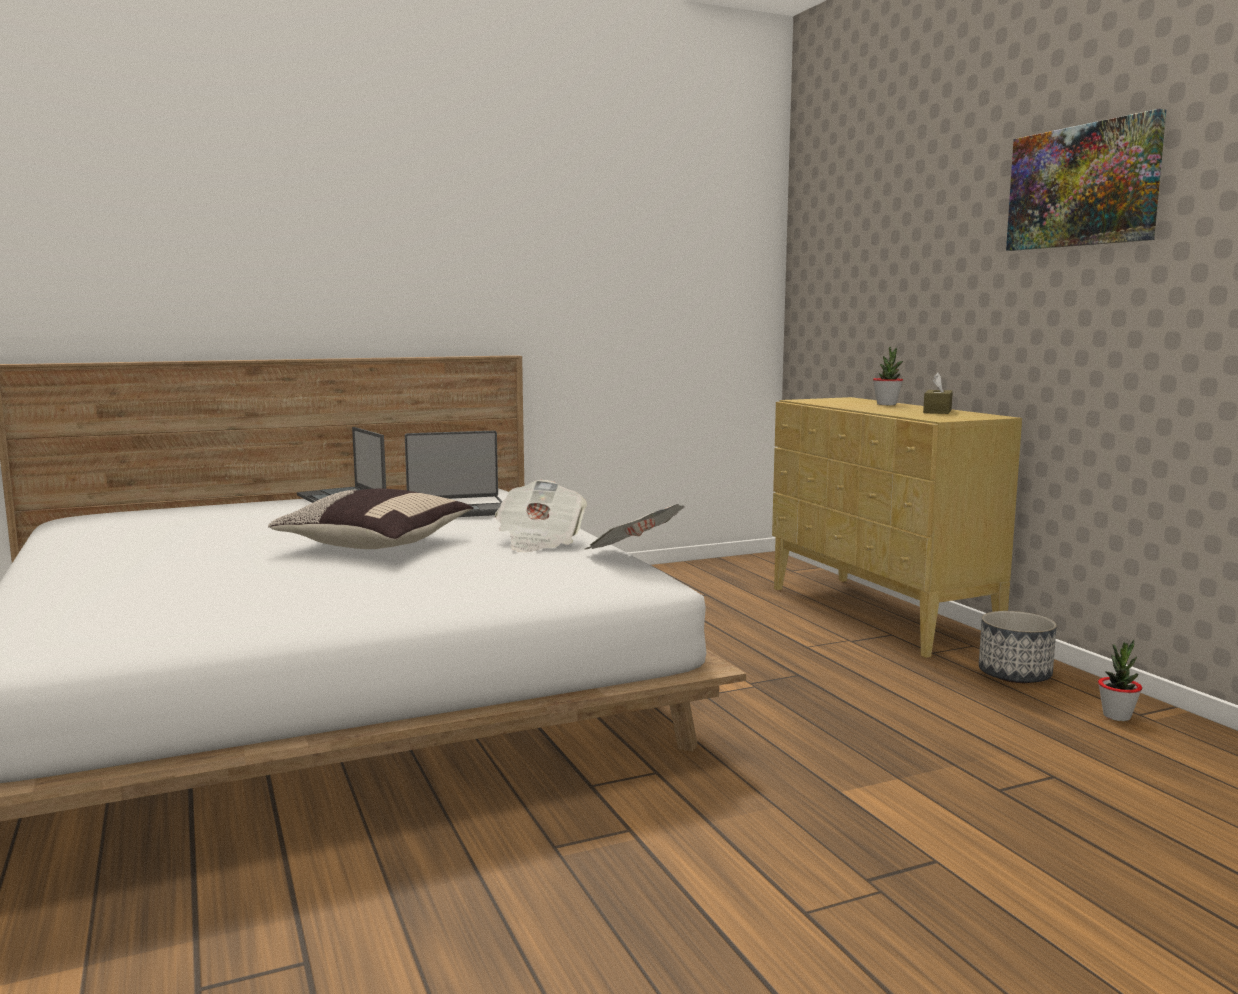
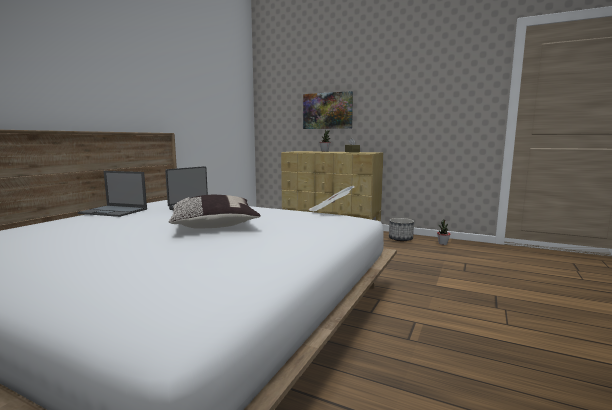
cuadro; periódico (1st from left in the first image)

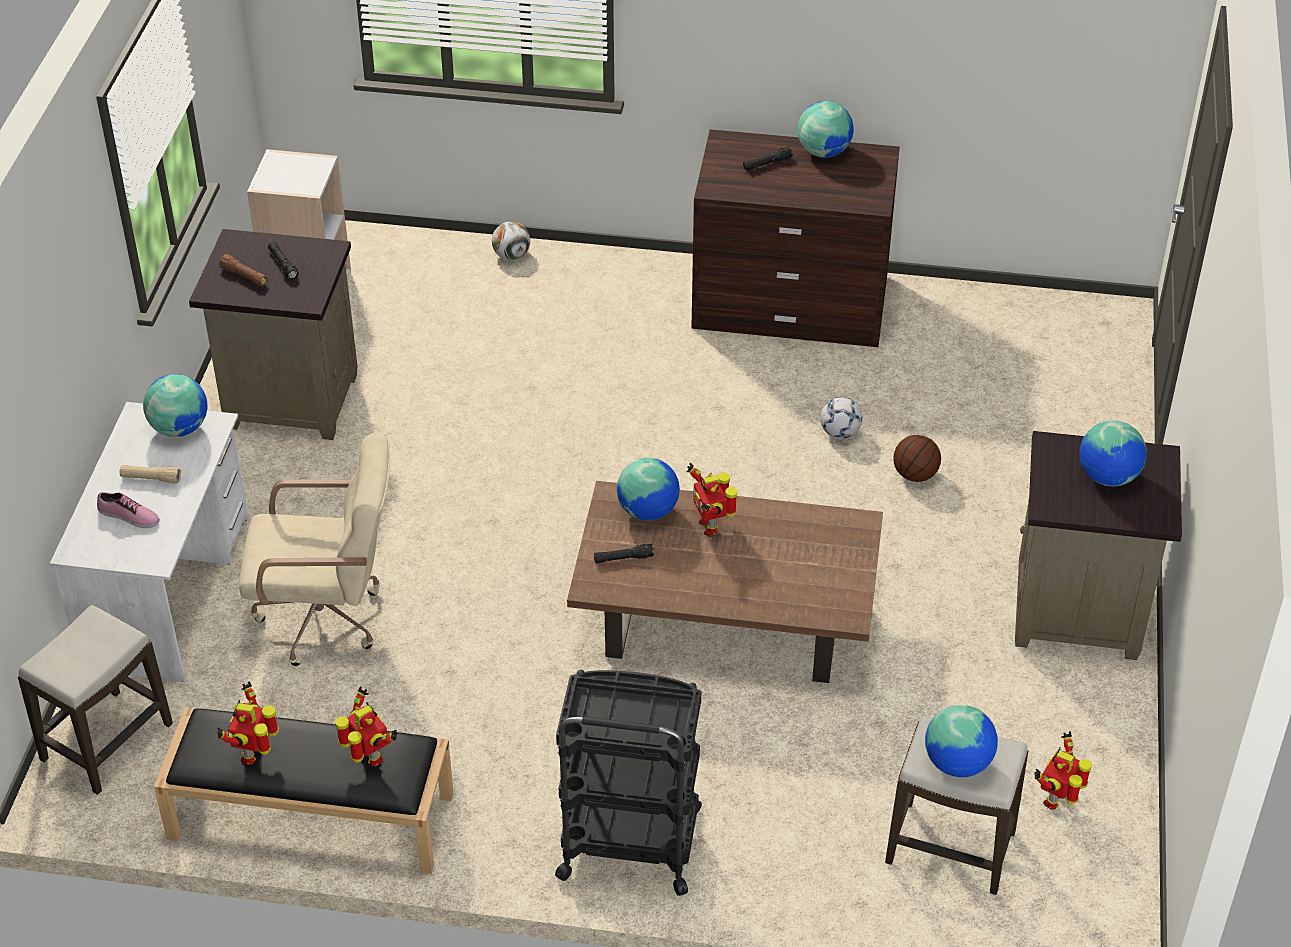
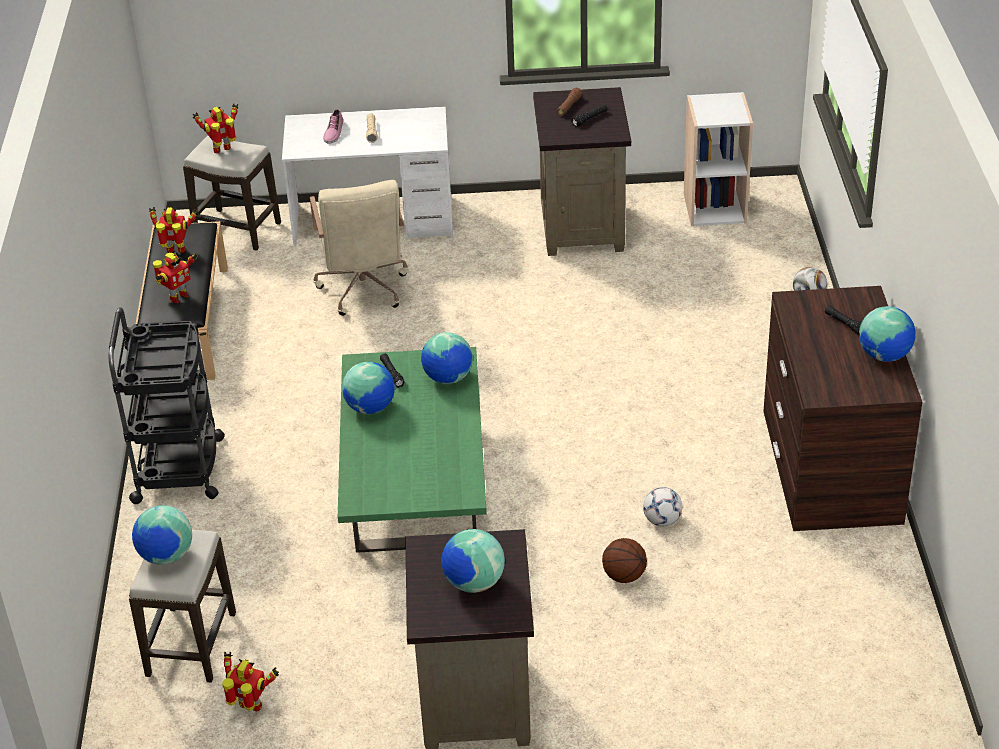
globo terráqueo (2nd from left); robot de juguete (3rd from left); mesa de centro (verde)

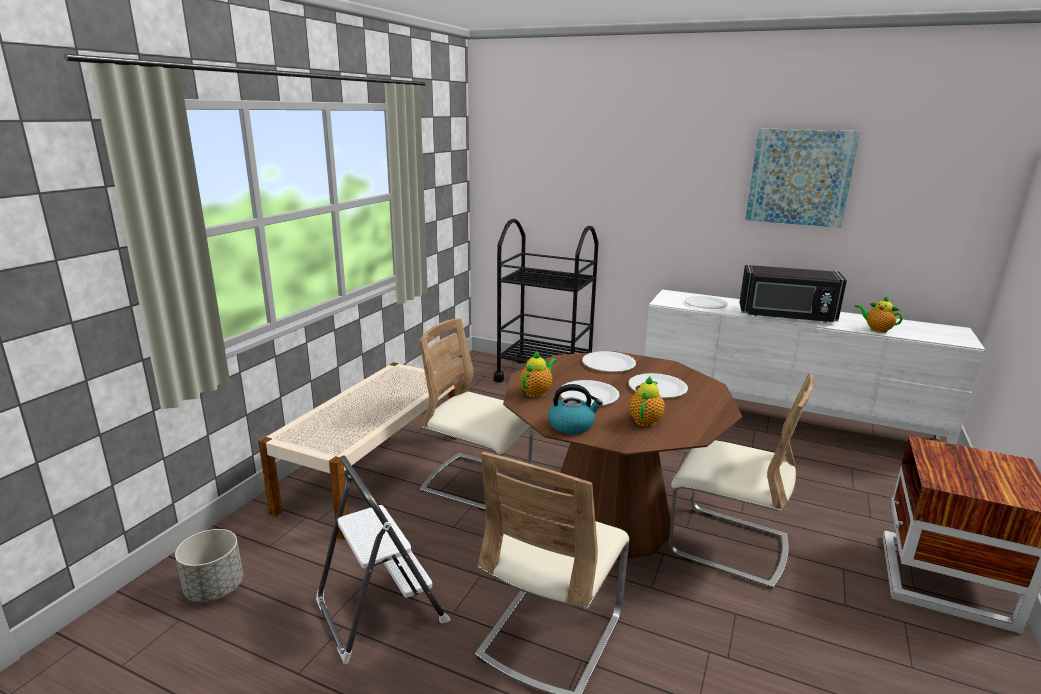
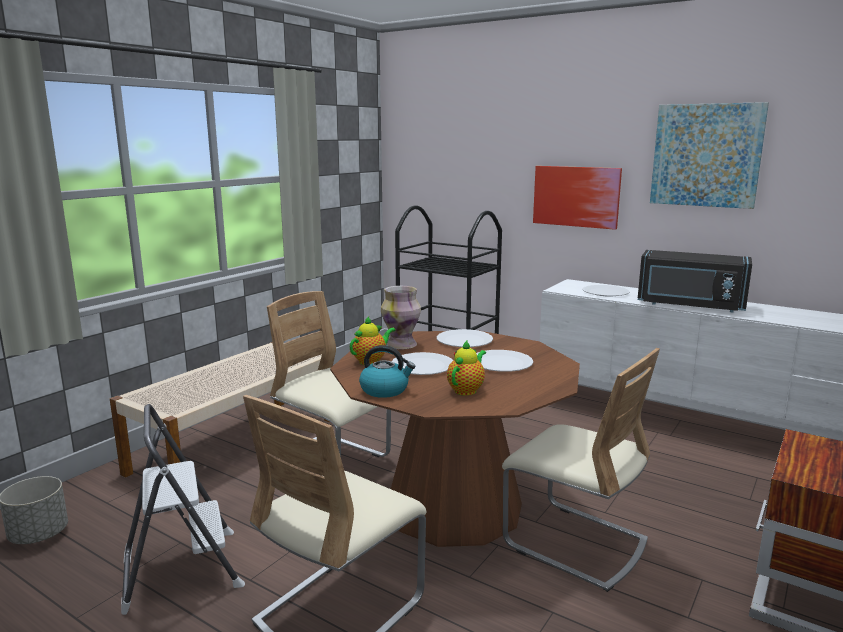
tetera (3rd from left in the first image); cuadro (1st from left); florero

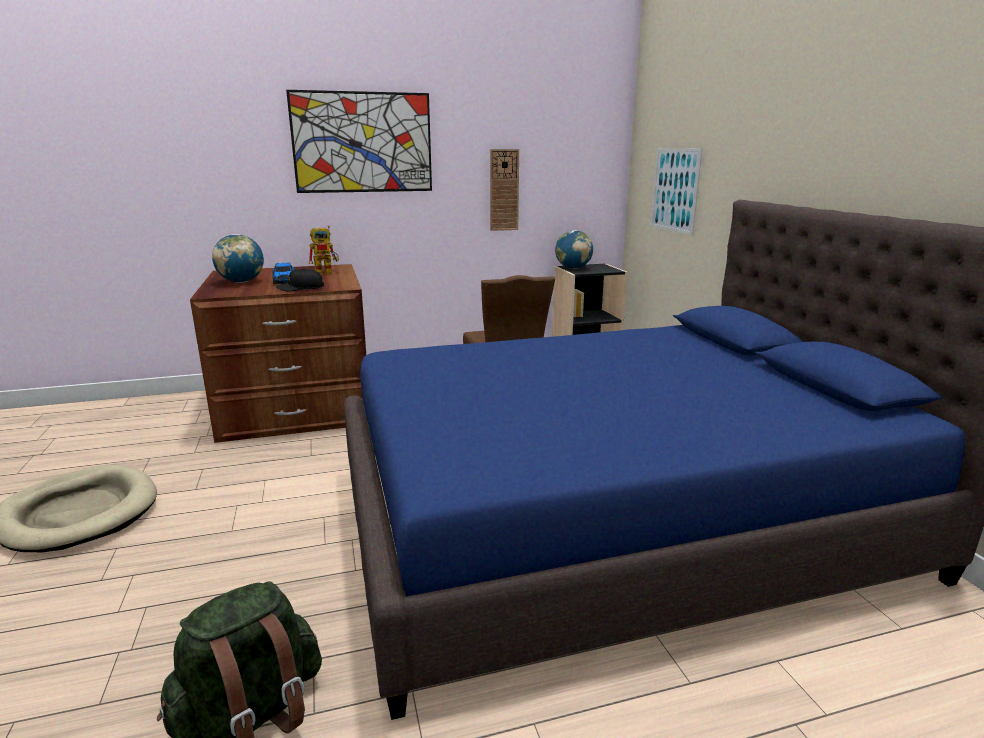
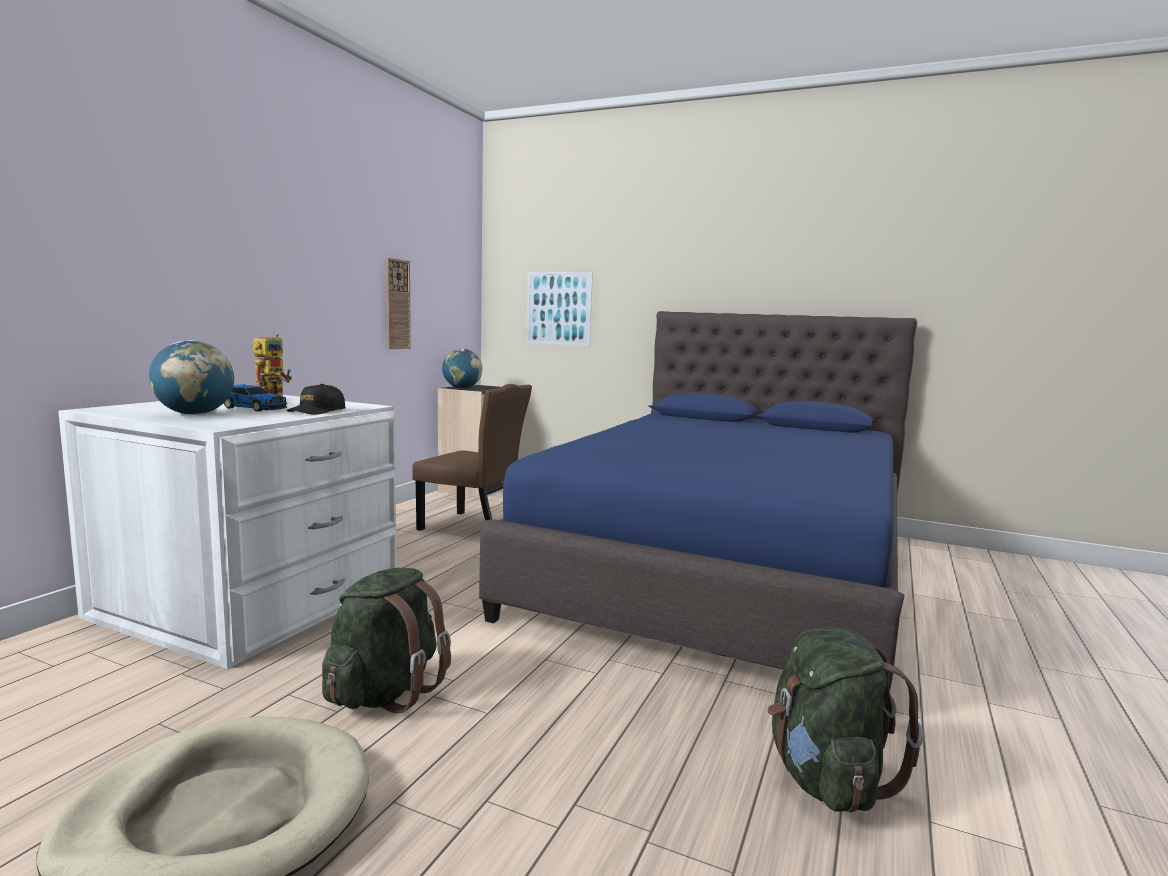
cuadro (1st from left in the first image); cómoda (blanco); mochila (verde) (1st from left)

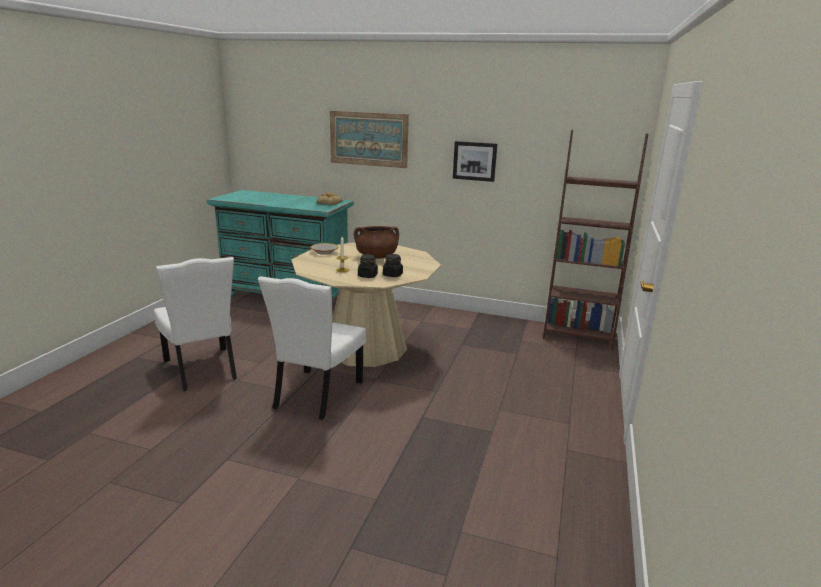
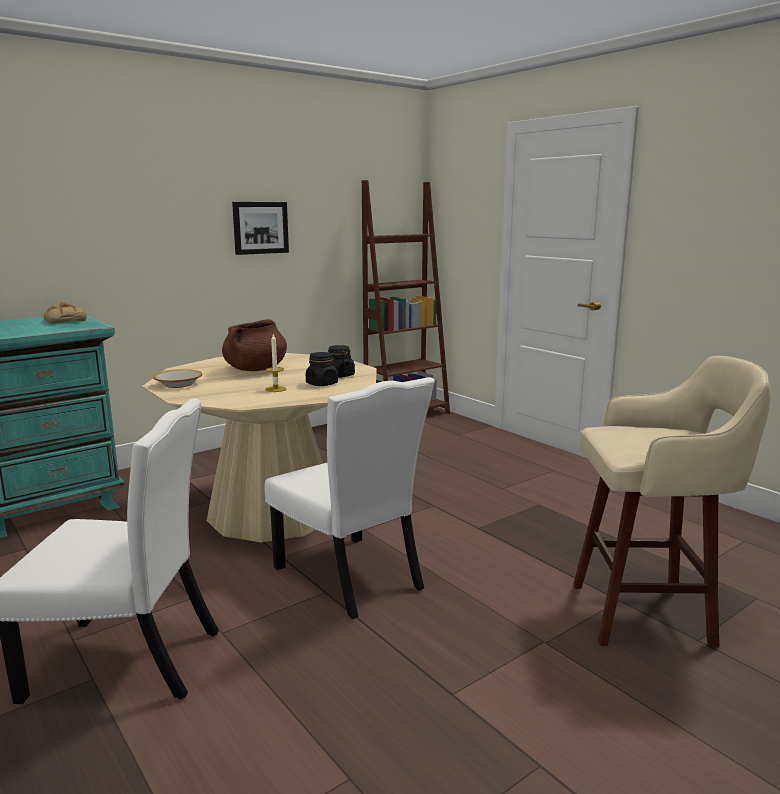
cuadro (1st from left in the first image); taburete (beis)

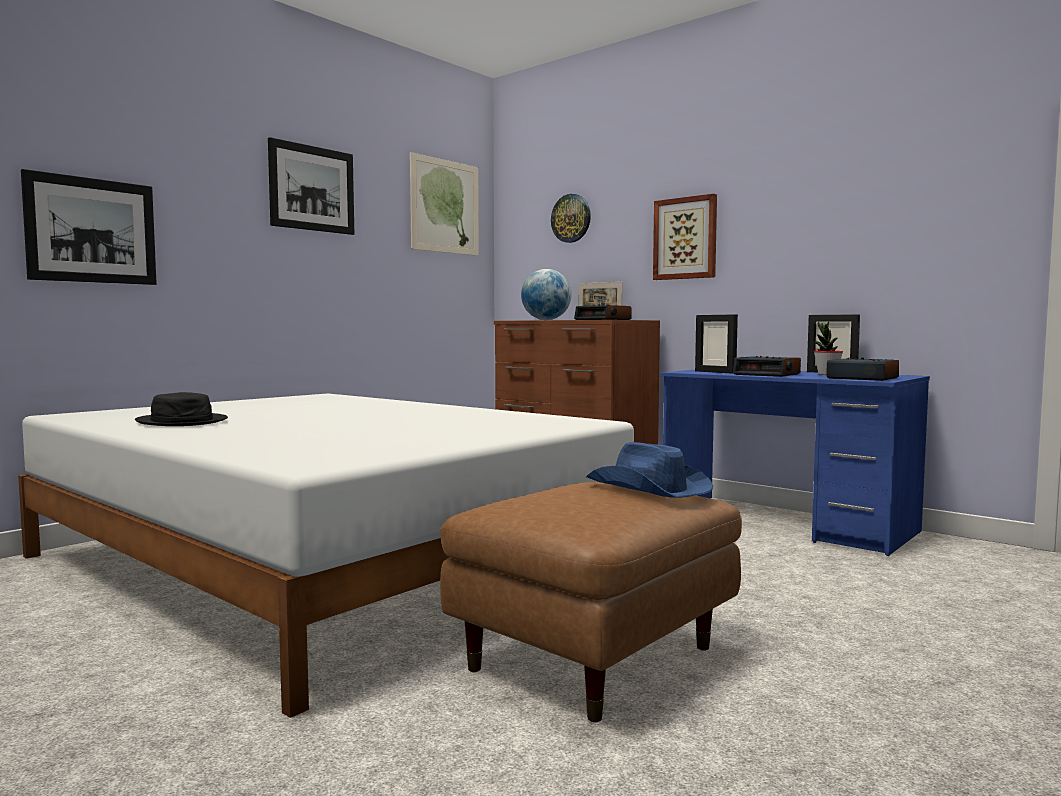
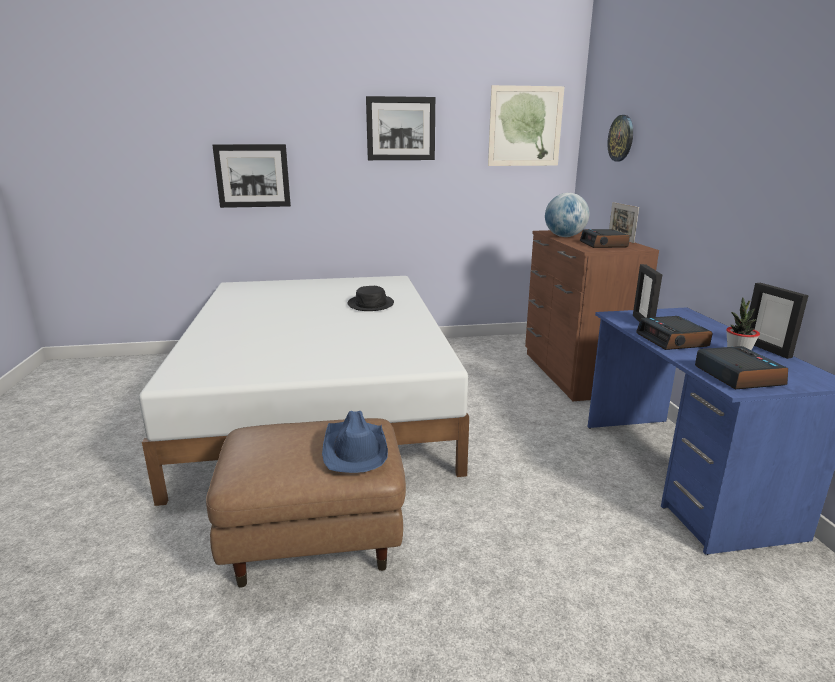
cuadro (4th from left in the first image); sombrero (negro)

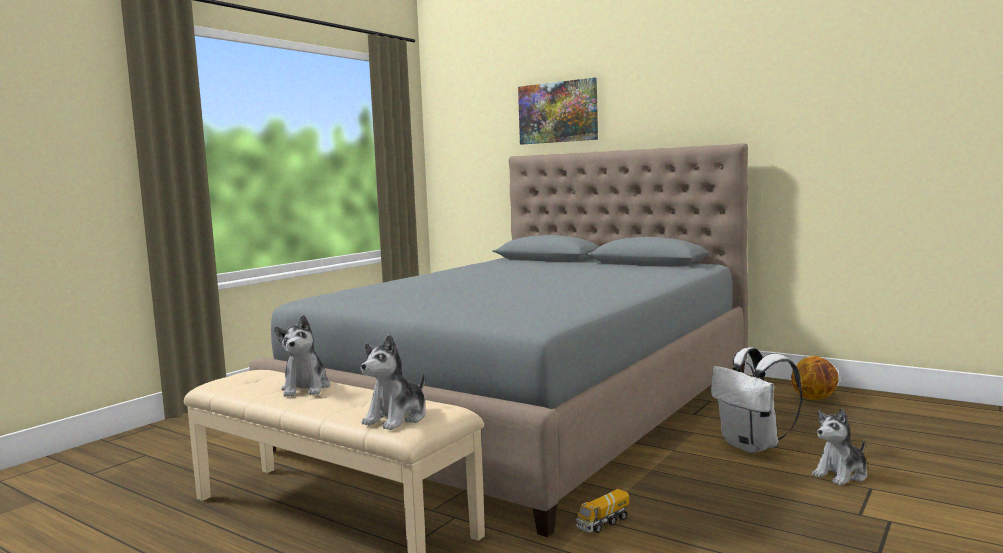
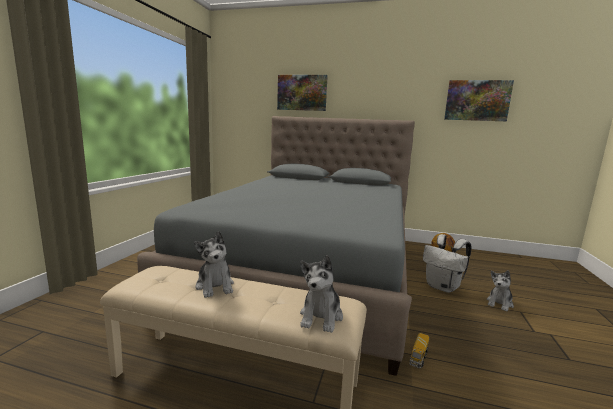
cuadro (2nd from left)

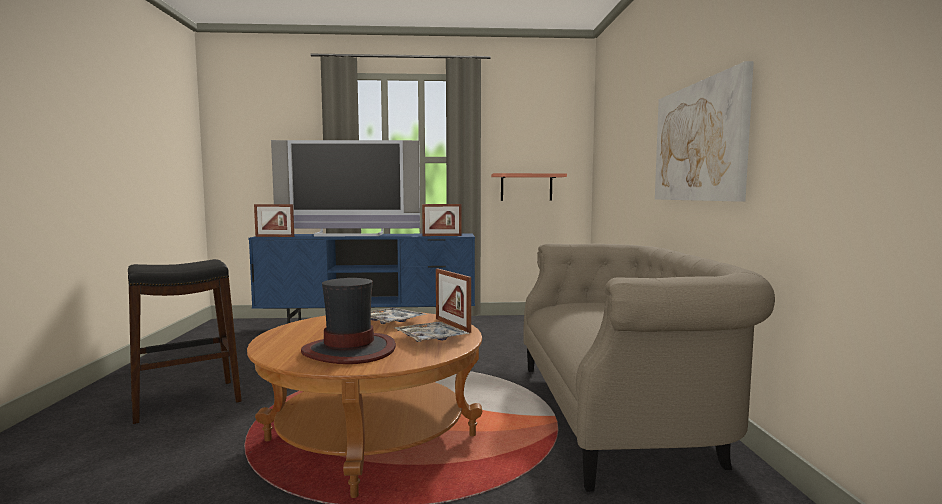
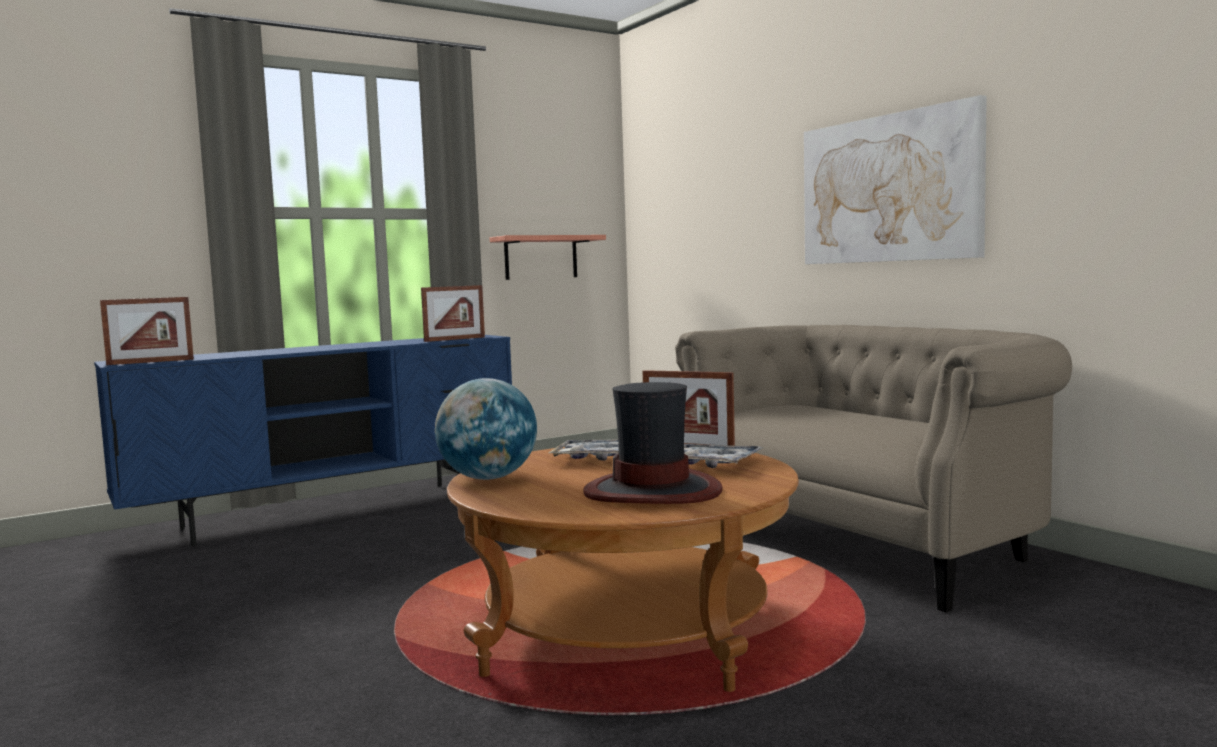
televisor; taburete (negro); globo terráqueo

